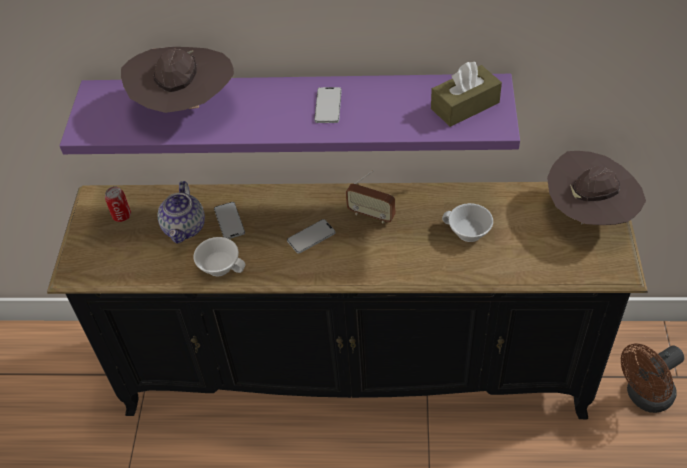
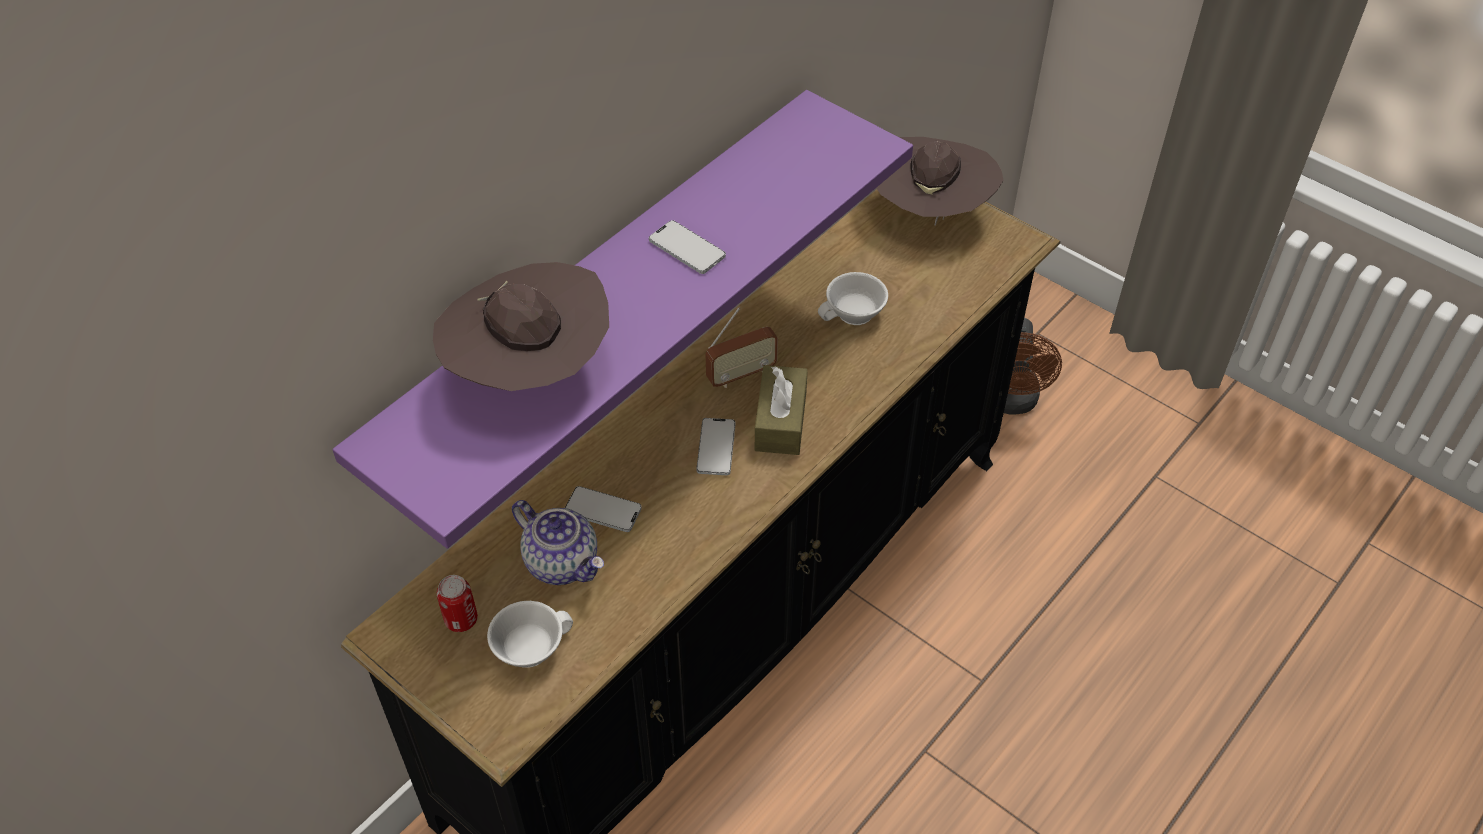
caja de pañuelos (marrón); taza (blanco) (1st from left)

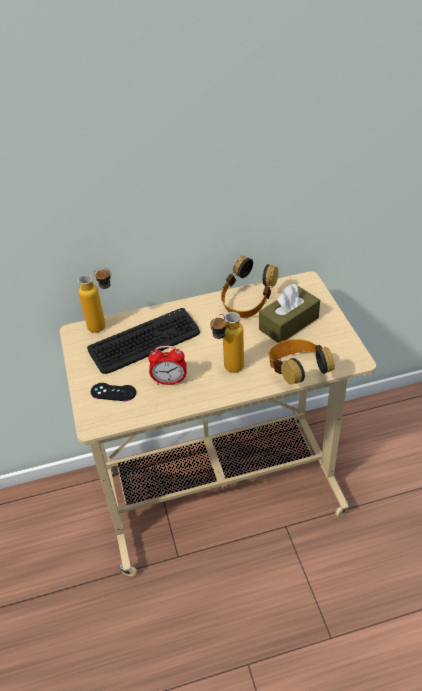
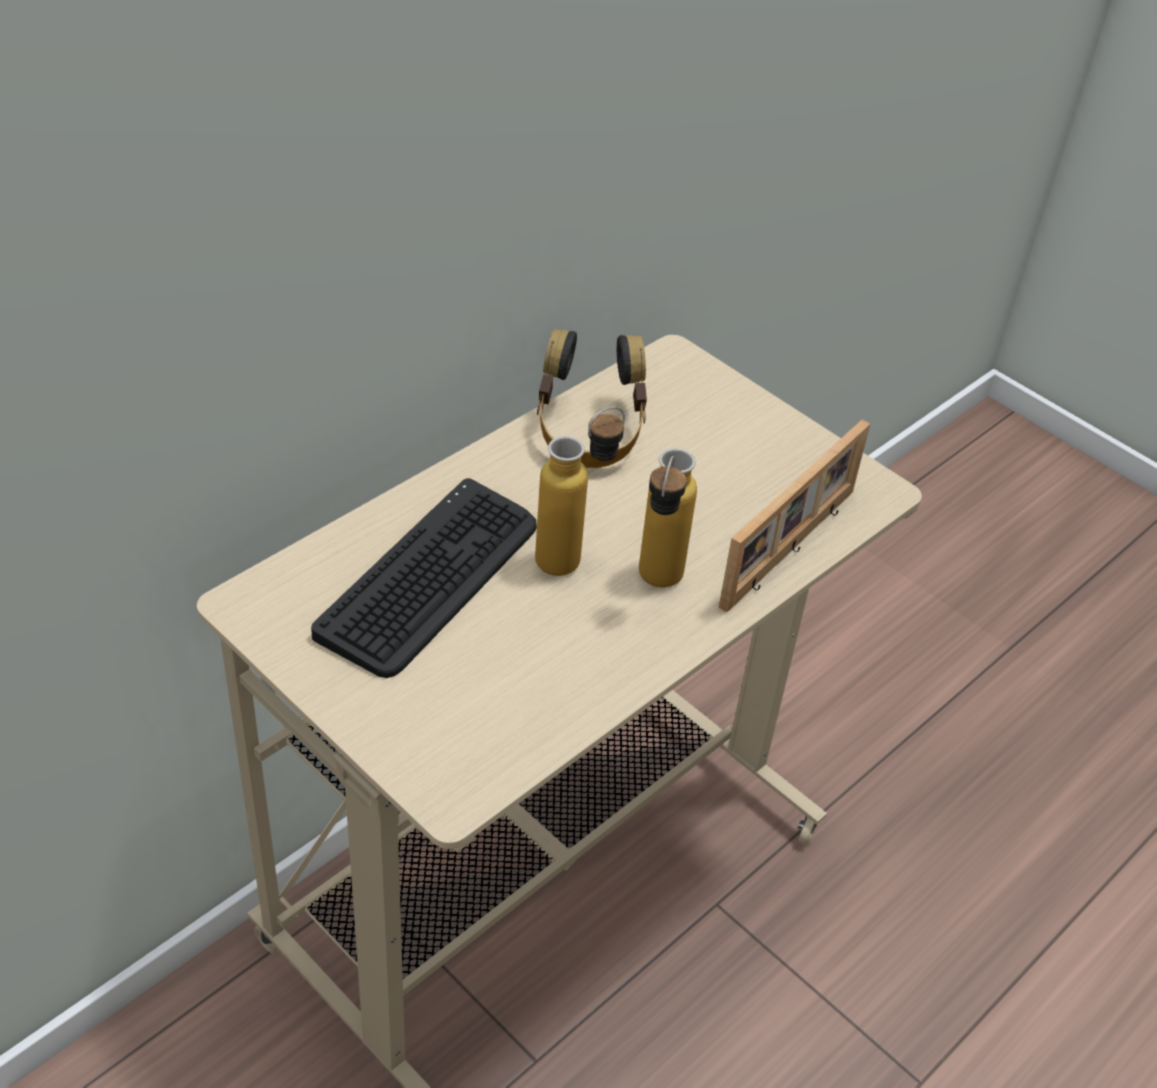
botella (1st from left); caja de pañuelos (marrón); portarretratos; despertador; mando de consola (negro)

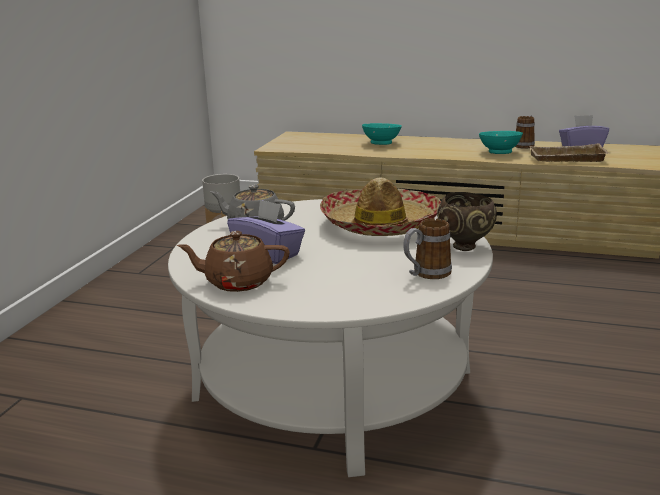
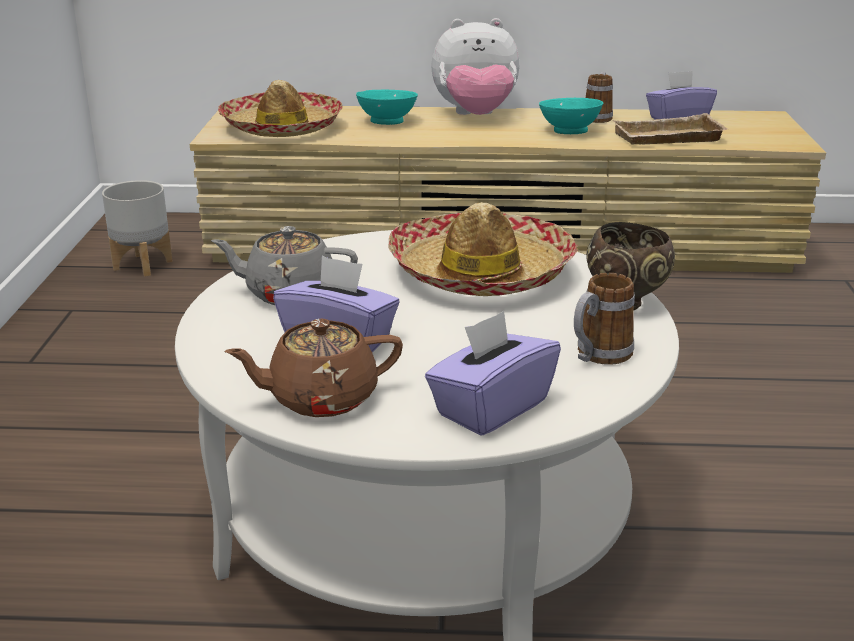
peluche; sombrero (1st from left); caja de pañuelos (morado) (2nd from left)

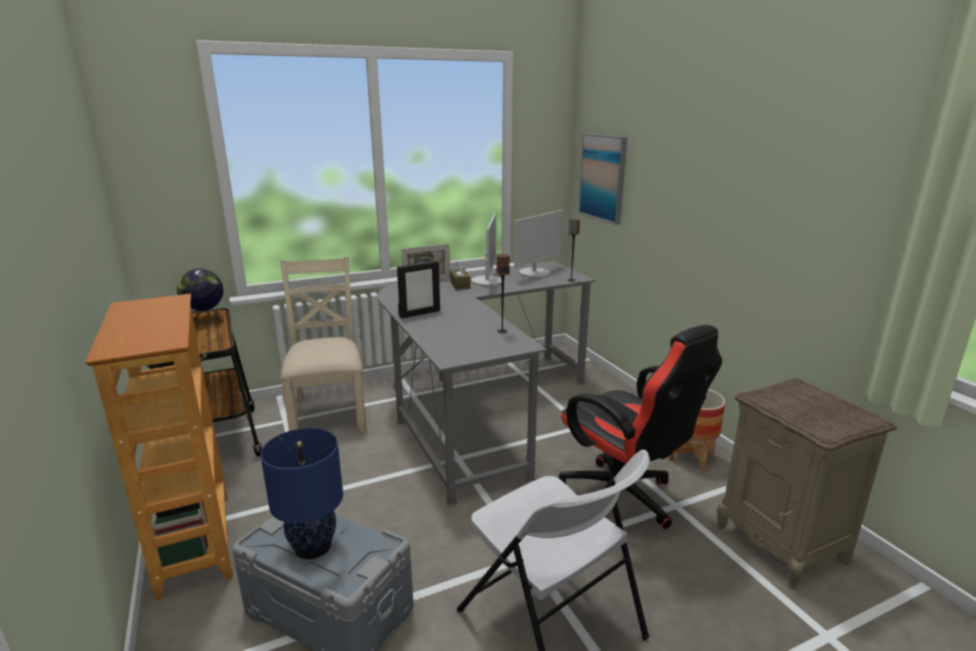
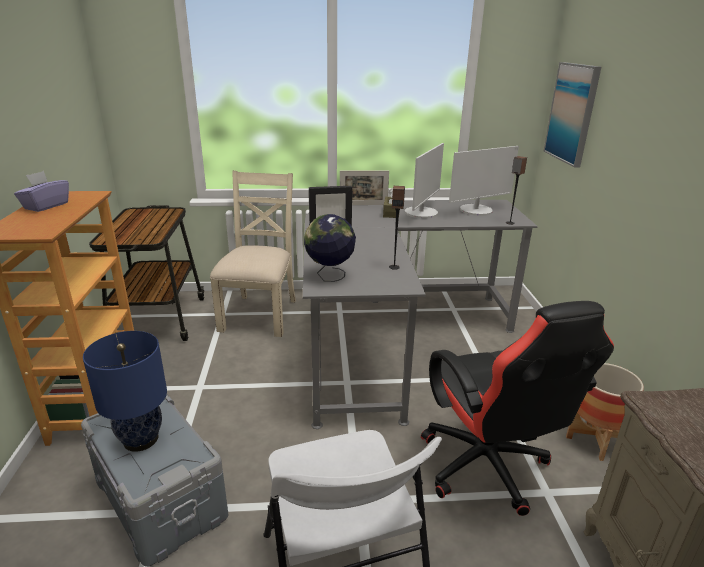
globo terráqueo; caja de pañuelos (morado)

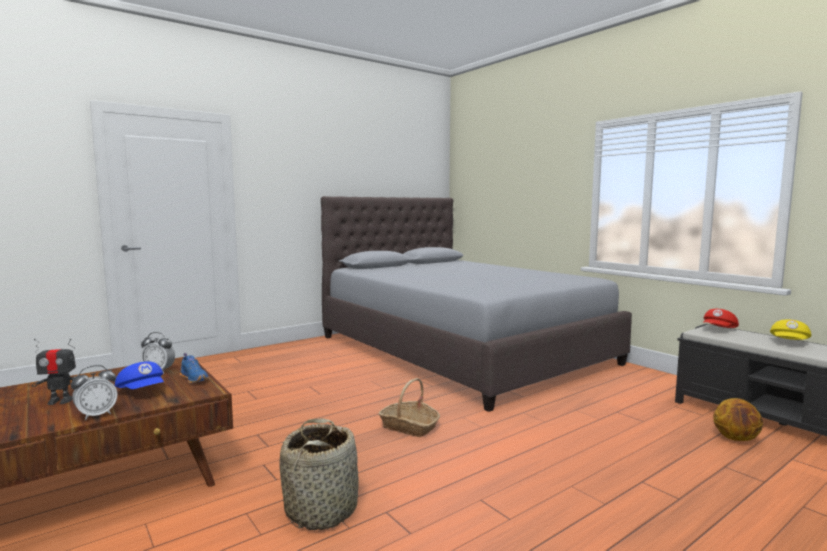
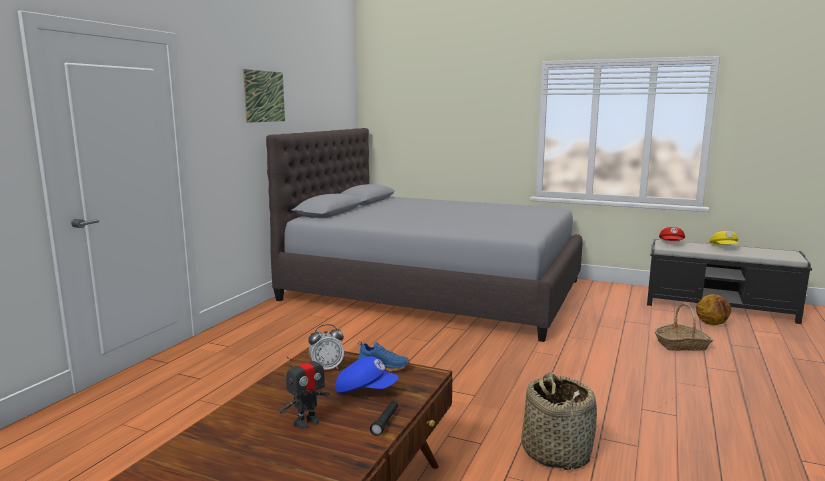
linterna (negro); cesta (2nd from left); cuadro

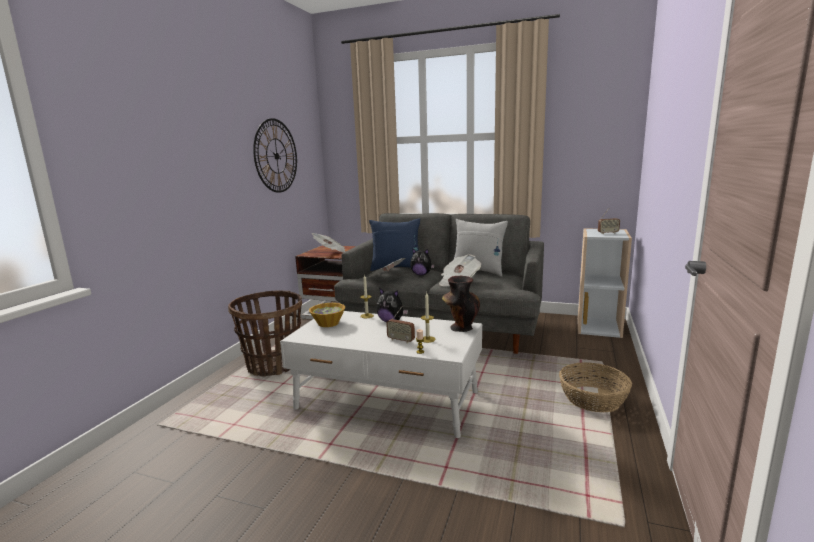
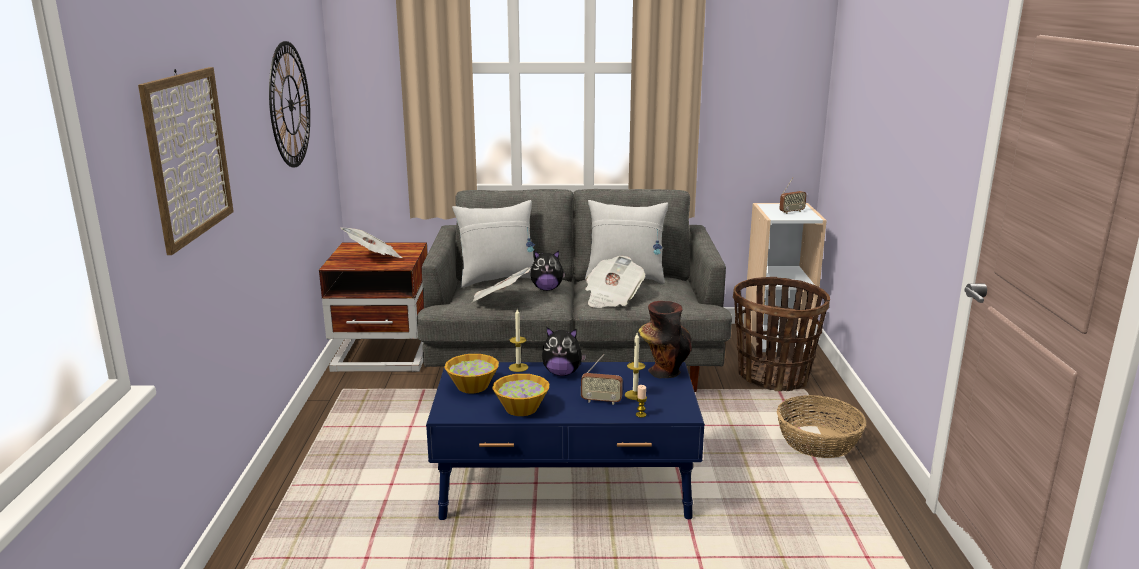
cojín (gris) (1st from left); cesta (1st from left); mesa de centro (azul); cuadro; cuenco (2nd from left)

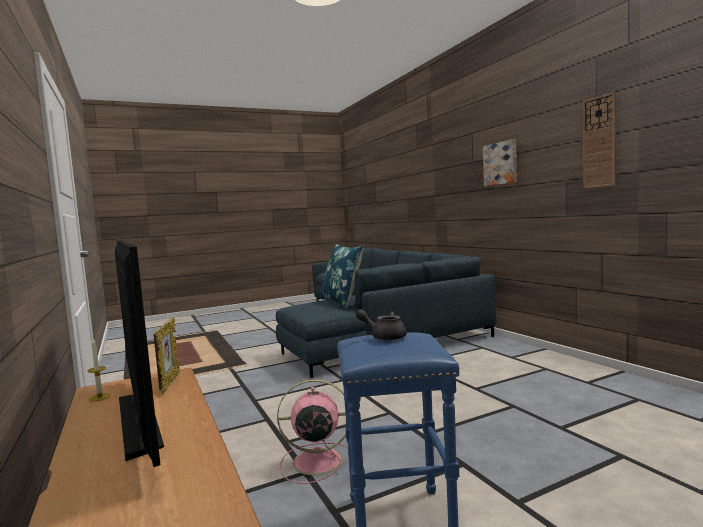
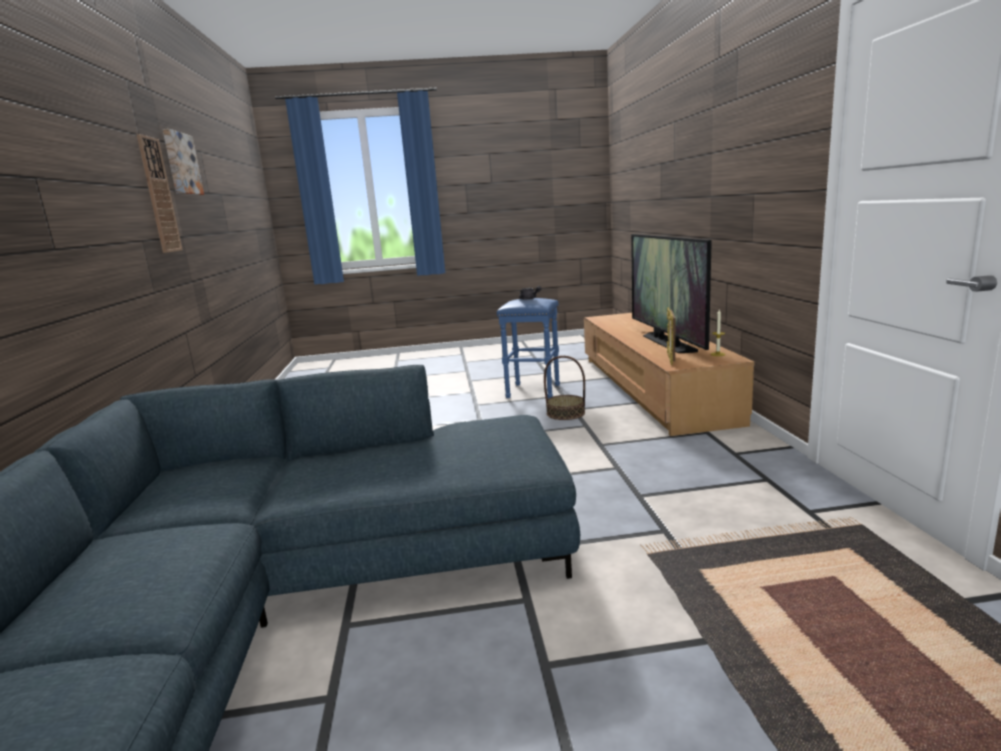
cuadro; cojín (azul); cesta

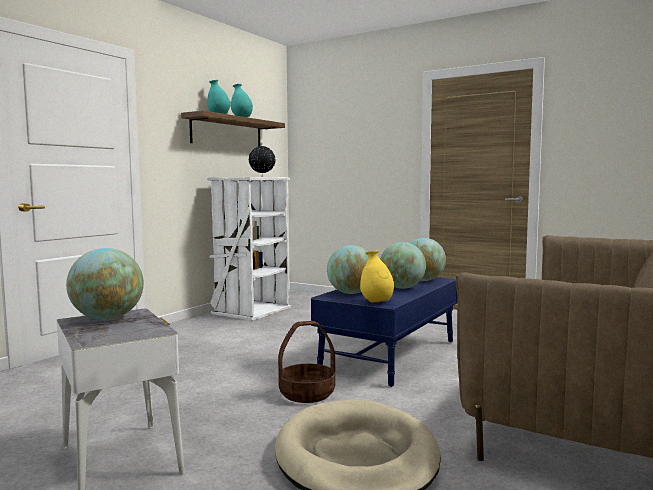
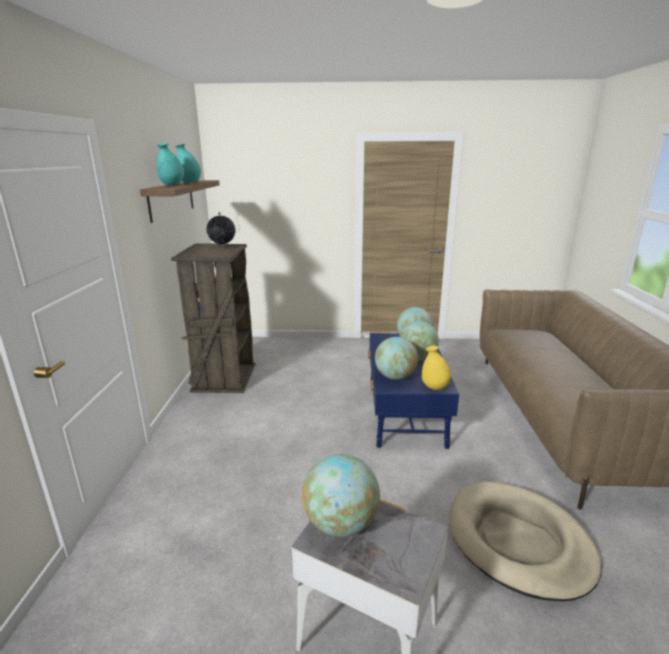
estantería (marrón); cesta

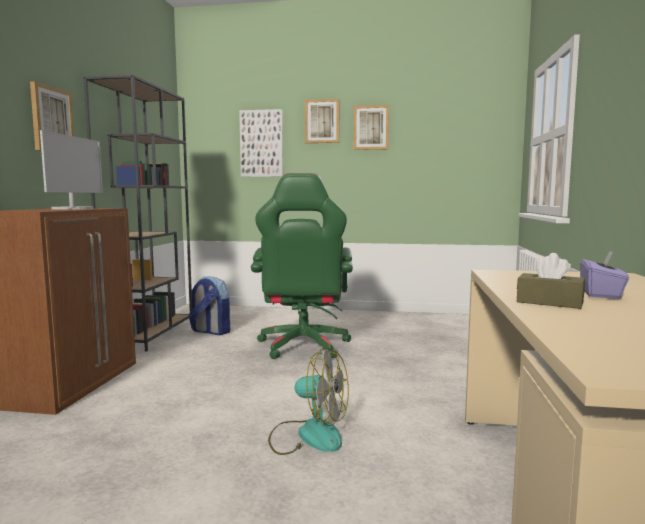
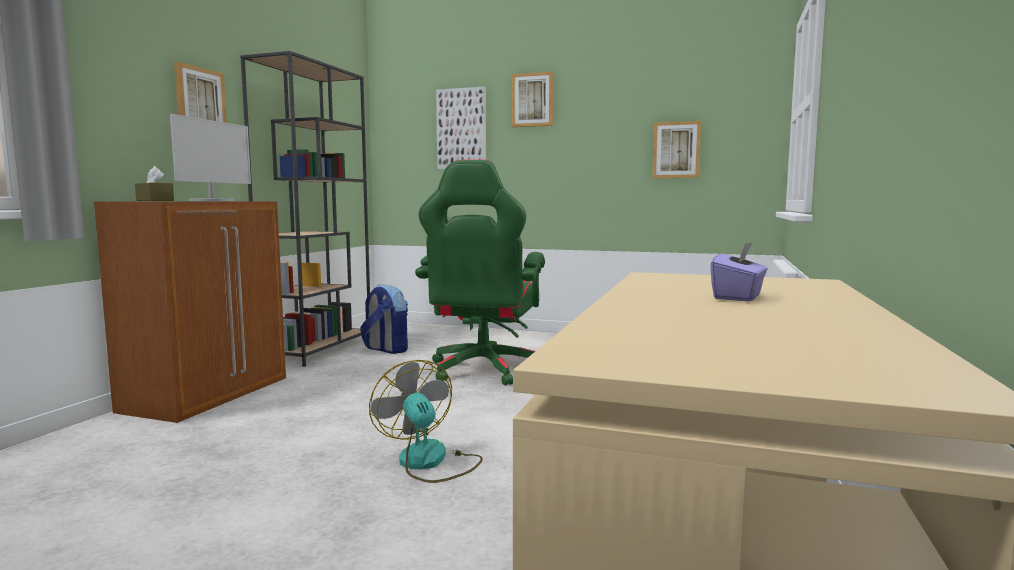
cuadro (4th from left); caja de pañuelos (marrón); ventilador

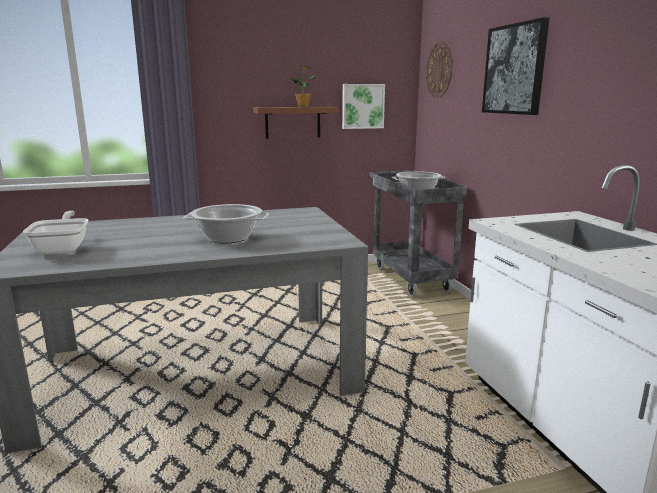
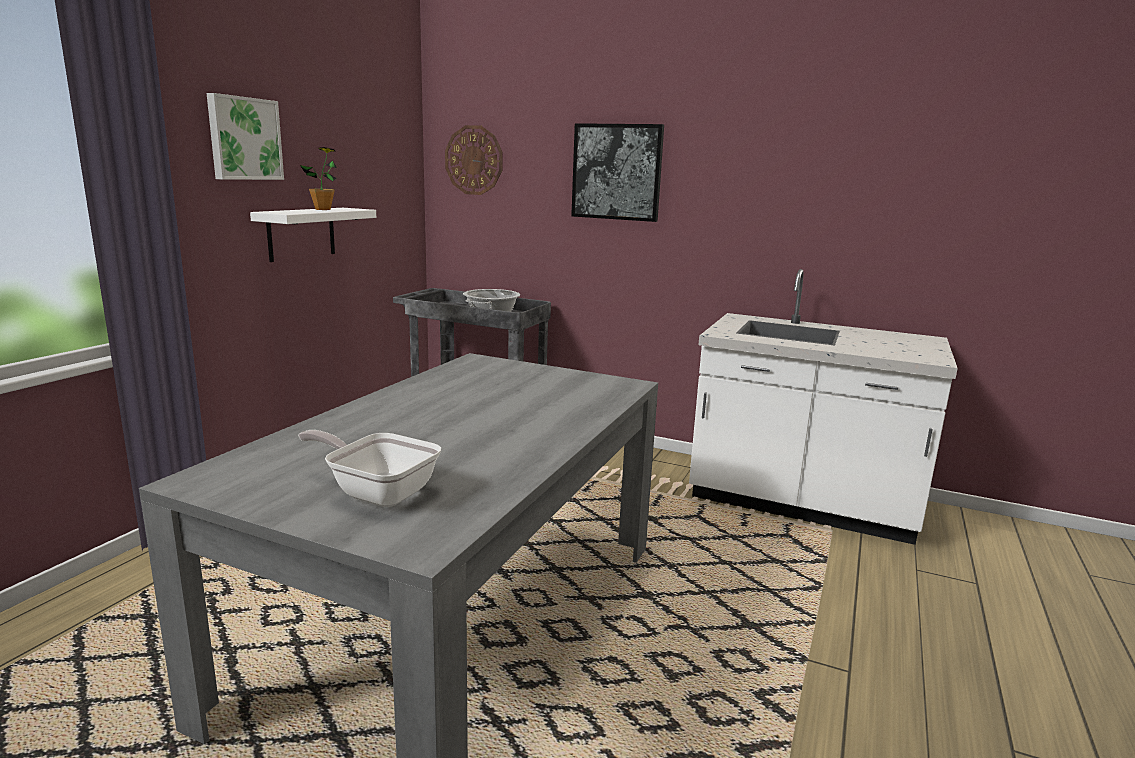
cuadro (1st from left); estante (blanco); olla (1st from left in the first image)

